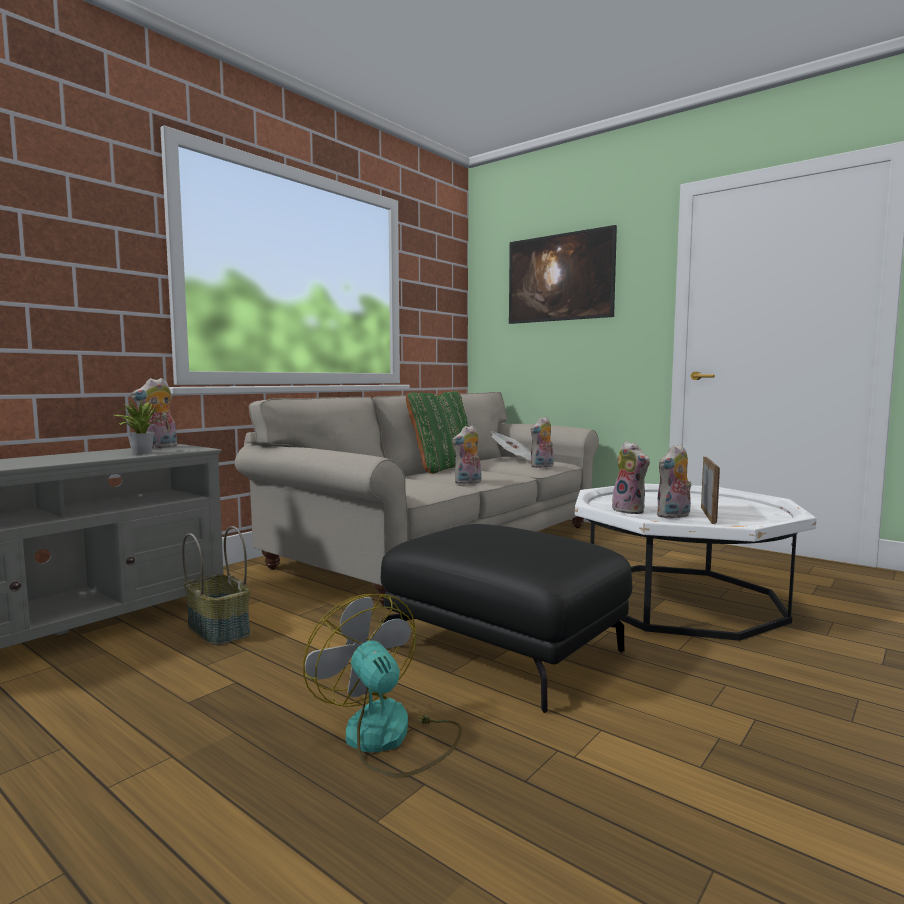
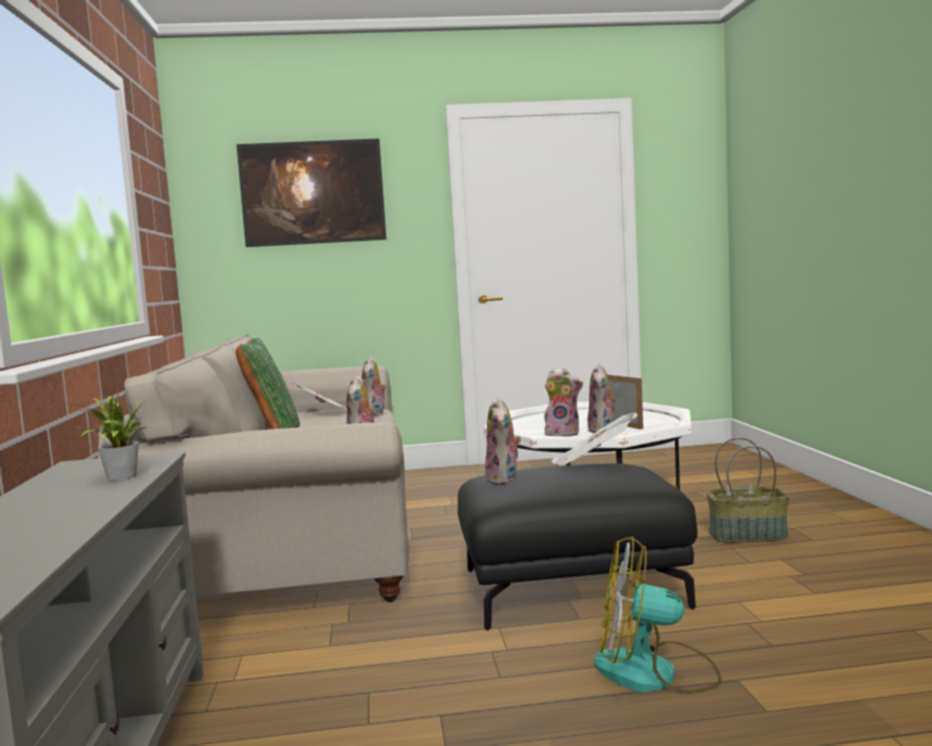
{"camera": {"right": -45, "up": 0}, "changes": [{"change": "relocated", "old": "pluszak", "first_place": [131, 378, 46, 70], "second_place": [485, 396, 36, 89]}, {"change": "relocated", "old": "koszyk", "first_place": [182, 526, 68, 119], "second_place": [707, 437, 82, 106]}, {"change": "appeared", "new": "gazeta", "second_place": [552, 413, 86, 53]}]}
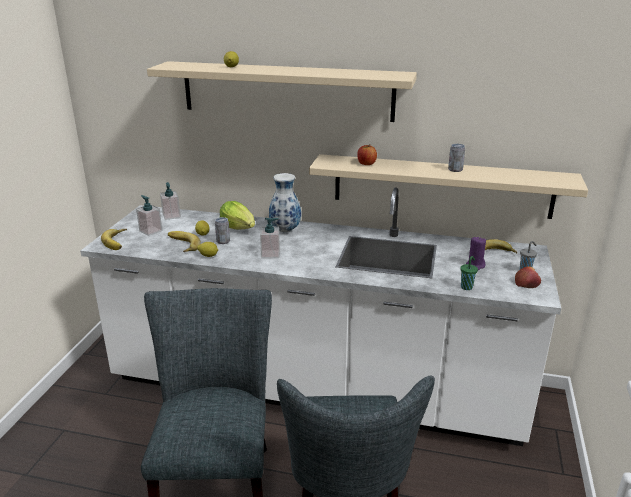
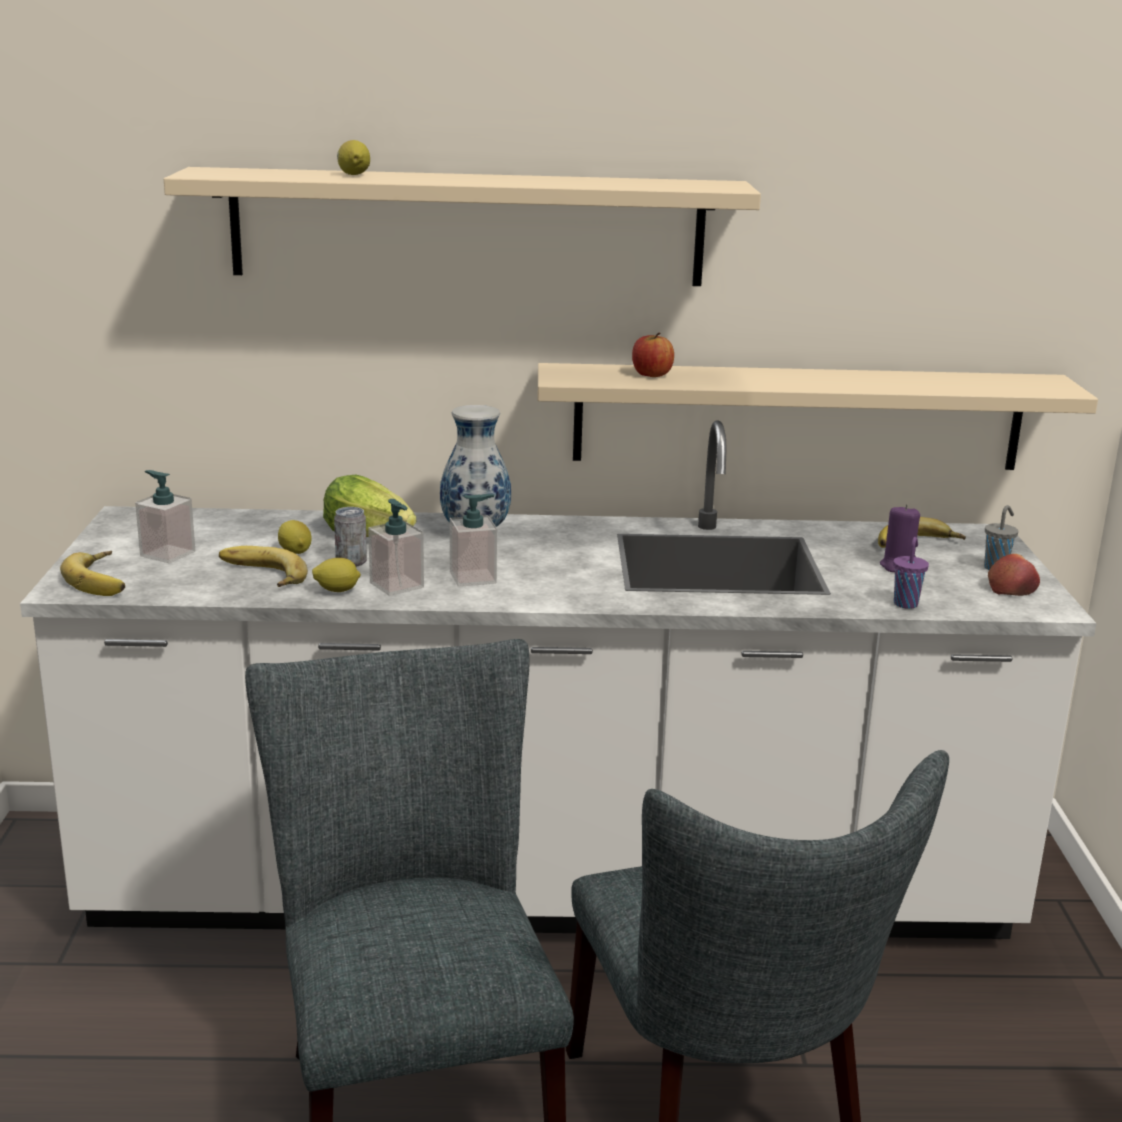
{"camera": {"right": -15, "up": -5}, "changes": [{"change": "relocated", "old": "dozownik mydła", "first_place": [160, 182, 21, 38], "second_place": [368, 499, 56, 97]}, {"change": "missing", "old": "puszka", "first_place": [448, 144, 17, 28]}, {"change": "colour", "old": "filiżanka (zielony)", "new": "filiżanka (fioletowy)", "first_place": [460, 256, 18, 34], "second_place": [893, 537, 36, 72]}]}
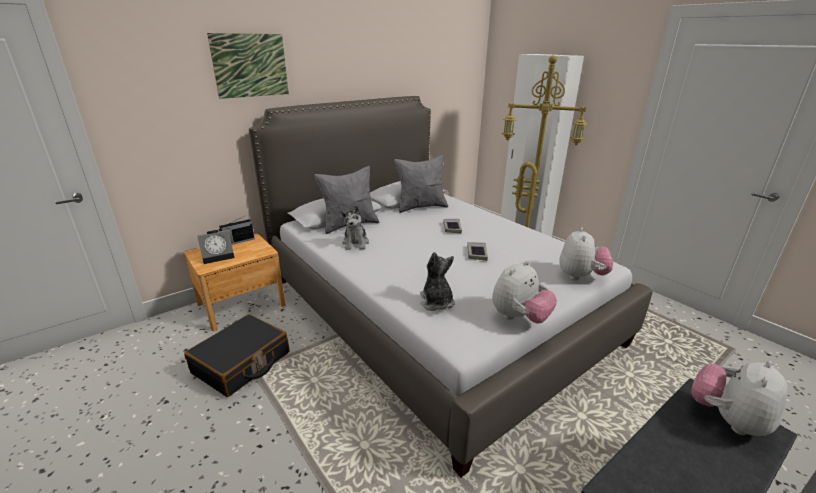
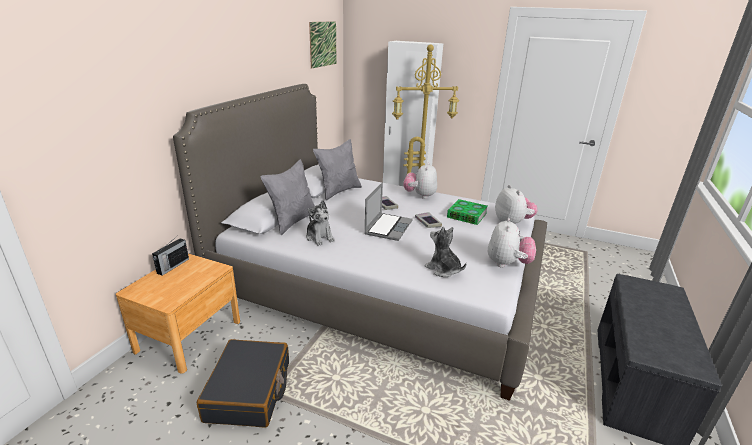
{"camera": {"right": -30, "up": 0}, "changes": [{"change": "missing", "old": "budzik", "first_place": [197, 230, 38, 34]}, {"change": "relocated", "old": "obraz", "first_place": [207, 33, 82, 66], "second_place": [309, 21, 28, 48]}, {"change": "relocated", "old": "pluszak", "first_place": [691, 360, 97, 76], "second_place": [403, 162, 34, 37]}, {"change": "appeared", "new": "laptop", "second_place": [364, 182, 49, 59]}, {"change": "appeared", "new": "książka", "second_place": [447, 199, 41, 26]}]}
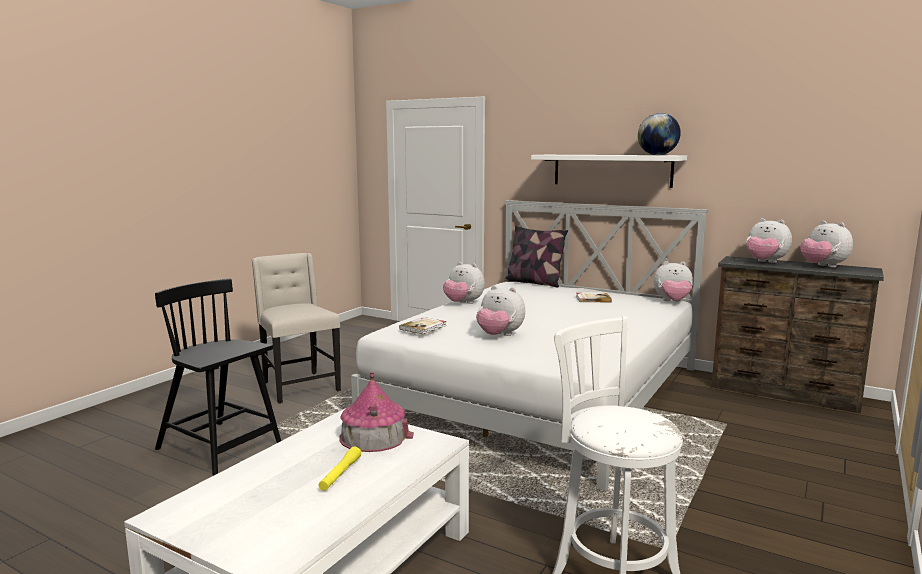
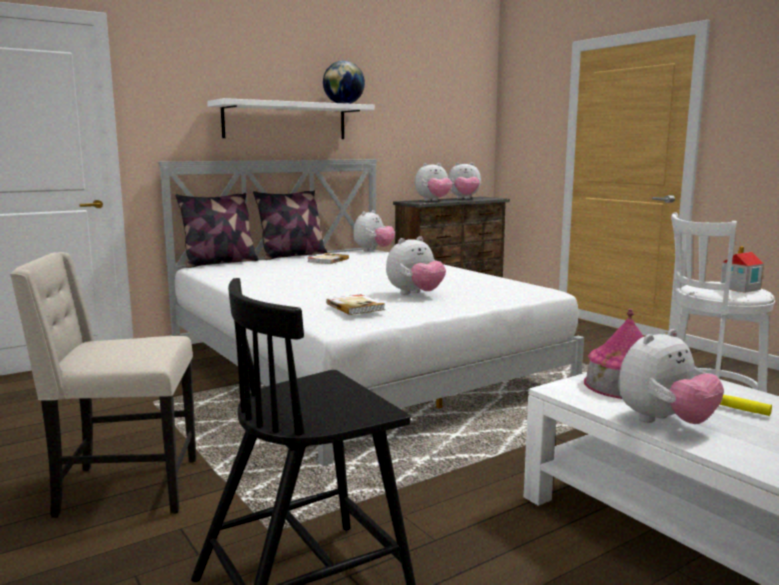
{"camera": {"right": -65, "up": 0}, "changes": [{"change": "relocated", "old": "pluszak", "first_place": [443, 262, 42, 42], "second_place": [618, 329, 106, 95]}, {"change": "appeared", "new": "poduszka", "second_place": [253, 190, 74, 70]}, {"change": "appeared", "new": "domek", "second_place": [720, 246, 44, 47]}]}
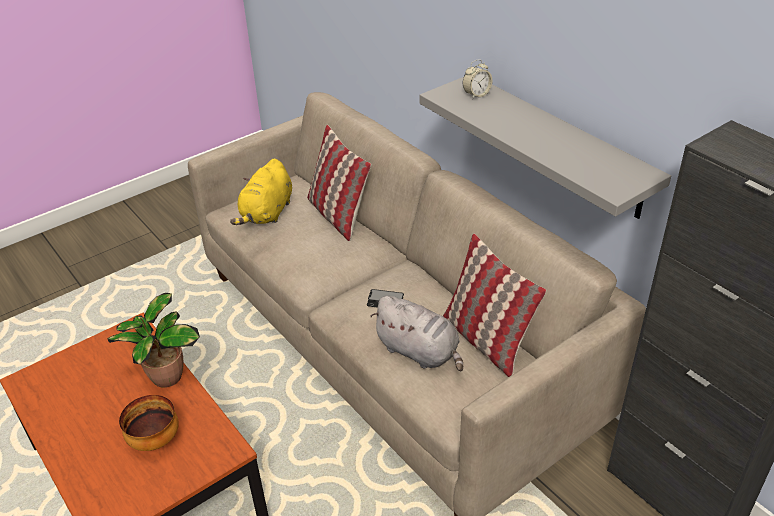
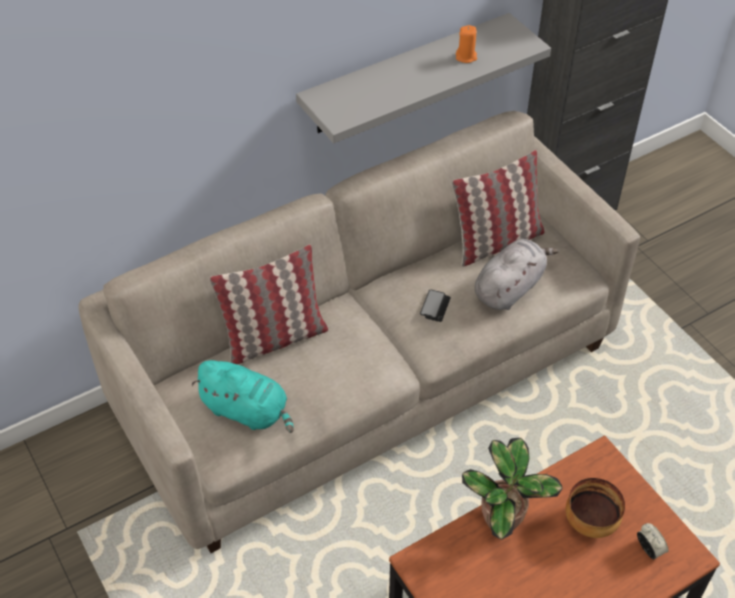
{"camera": {"right": -85, "up": 10}, "changes": [{"change": "colour", "old": "pluszak (żółty)", "new": "pluszak (turkusowy)", "first_place": [230, 159, 62, 66], "second_place": [191, 360, 103, 73]}, {"change": "relocated", "old": "budzik", "first_place": [463, 59, 29, 40], "second_place": [637, 523, 31, 37]}, {"change": "appeared", "new": "świeca (pomarańczowy)", "second_place": [456, 25, 21, 38]}]}
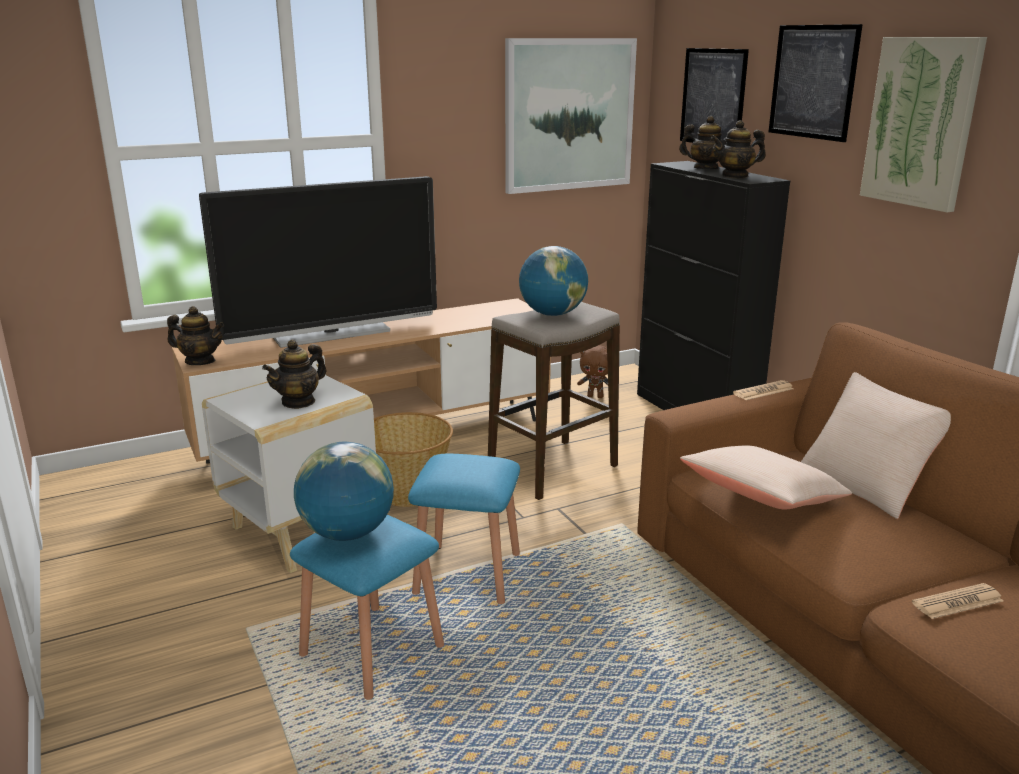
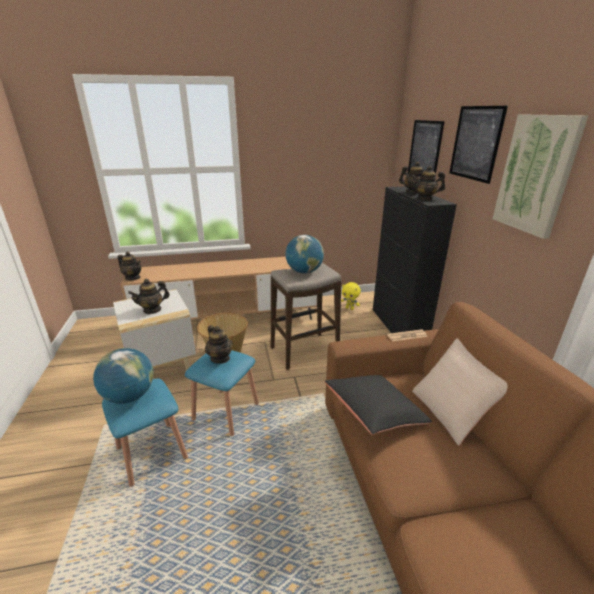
{"camera": {"right": 15, "up": 5}, "changes": [{"change": "missing", "old": "telewizor", "first_place": [199, 176, 238, 172]}, {"change": "missing", "old": "obraz", "first_place": [505, 38, 132, 156]}, {"change": "colour", "old": "pluszak (brązowy)", "new": "pluszak (żółty)", "first_place": [577, 345, 31, 53], "second_place": [341, 282, 20, 28]}, {"change": "colour", "old": "poduszka (beżowy)", "new": "poduszka (czarny)", "first_place": [680, 446, 172, 63], "second_place": [325, 375, 107, 60]}, {"change": "missing", "old": "gazeta", "first_place": [912, 583, 91, 36]}, {"change": "appeared", "new": "imbryk", "second_place": [205, 325, 28, 39]}]}
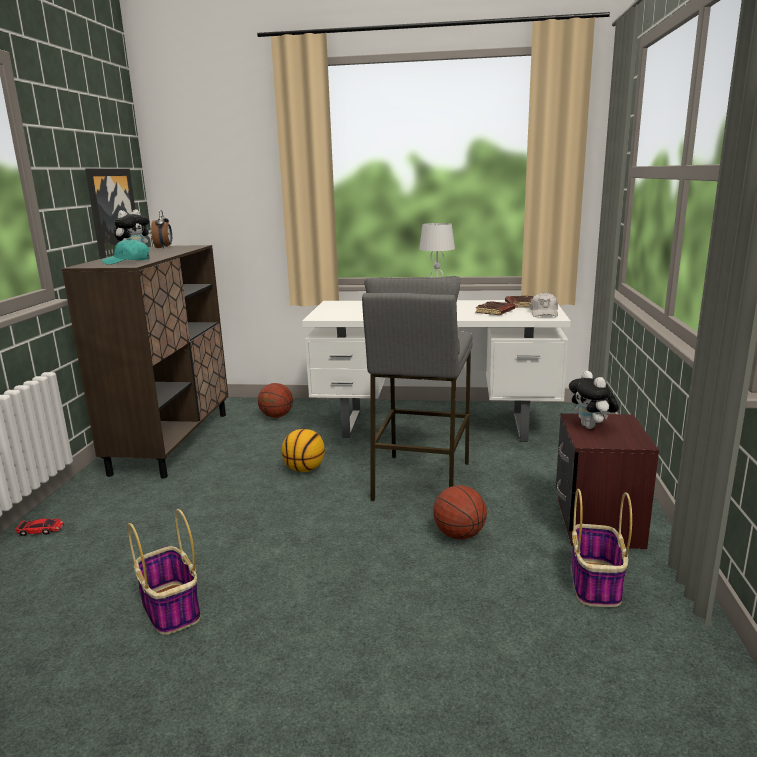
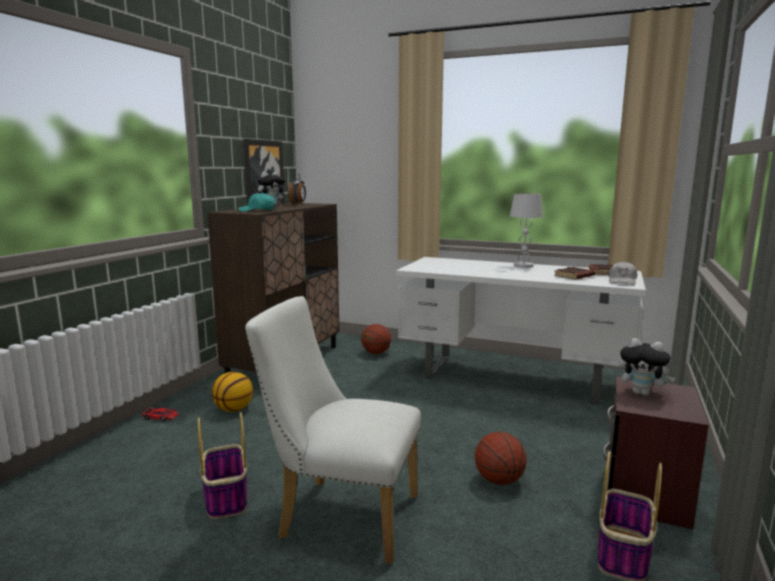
{"camera": {"right": 15, "up": -5}, "changes": [{"change": "relocated", "old": "piłka do koszykówki", "first_place": [282, 429, 43, 43], "second_place": [212, 372, 41, 40]}, {"change": "missing", "old": "stołek (szary)", "first_place": [362, 276, 111, 225]}, {"change": "spun", "old": "pluszak", "first_place": [569, 371, 50, 58], "second_place": [619, 338, 57, 58], "degrees": -60}, {"change": "appeared", "new": "krzesło (biały)", "second_place": [245, 296, 176, 268]}]}
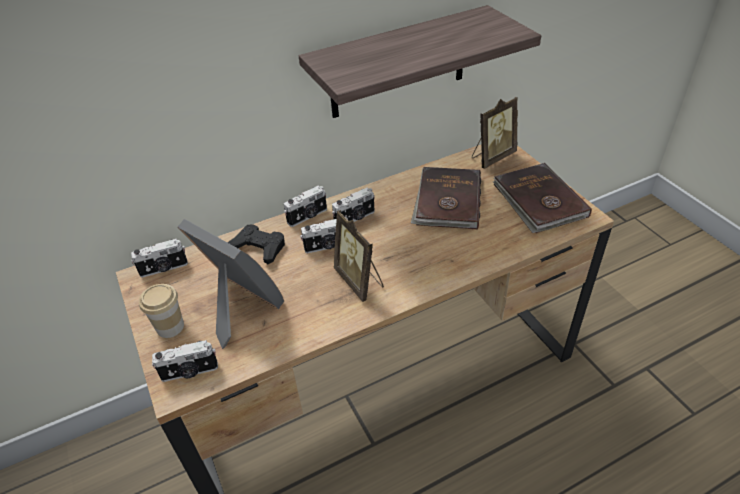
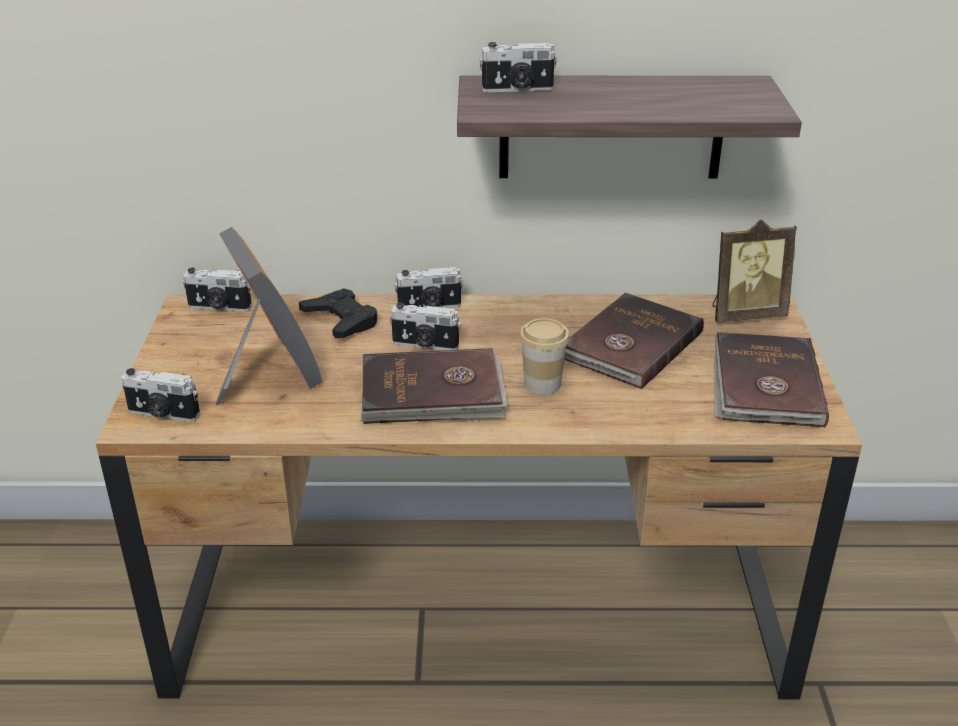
{"camera": {"right": 25, "up": -10}, "changes": [{"change": "relocated", "old": "filiżanka", "first_place": [139, 284, 45, 54], "second_place": [519, 318, 51, 77]}, {"change": "relocated", "old": "aparat fotograficzny", "first_place": [332, 187, 43, 35], "second_place": [479, 42, 78, 50]}, {"change": "exchanged", "old": "ramka na zdjęcie", "new": "książka (brązowy)", "first_place": [333, 210, 51, 92], "second_place": [361, 348, 146, 76]}]}
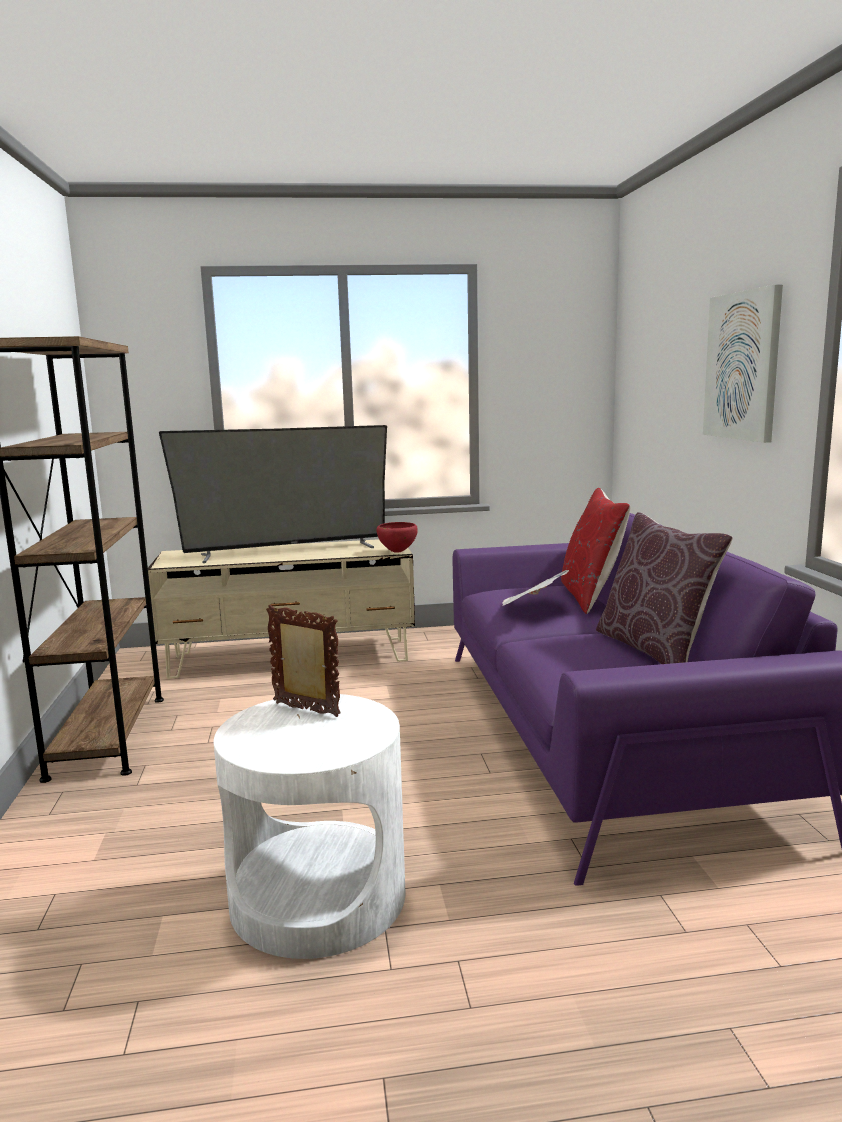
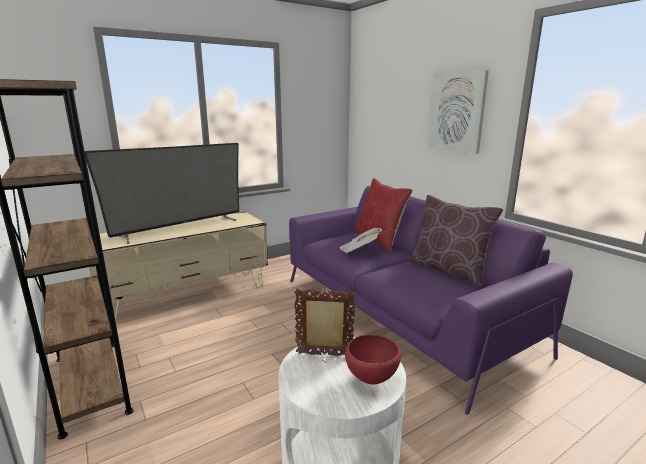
{"camera": {"right": -25, "up": 5}, "changes": [{"change": "relocated", "old": "miska (czerwony)", "first_place": [376, 522, 42, 31], "second_place": [345, 335, 56, 49]}]}
